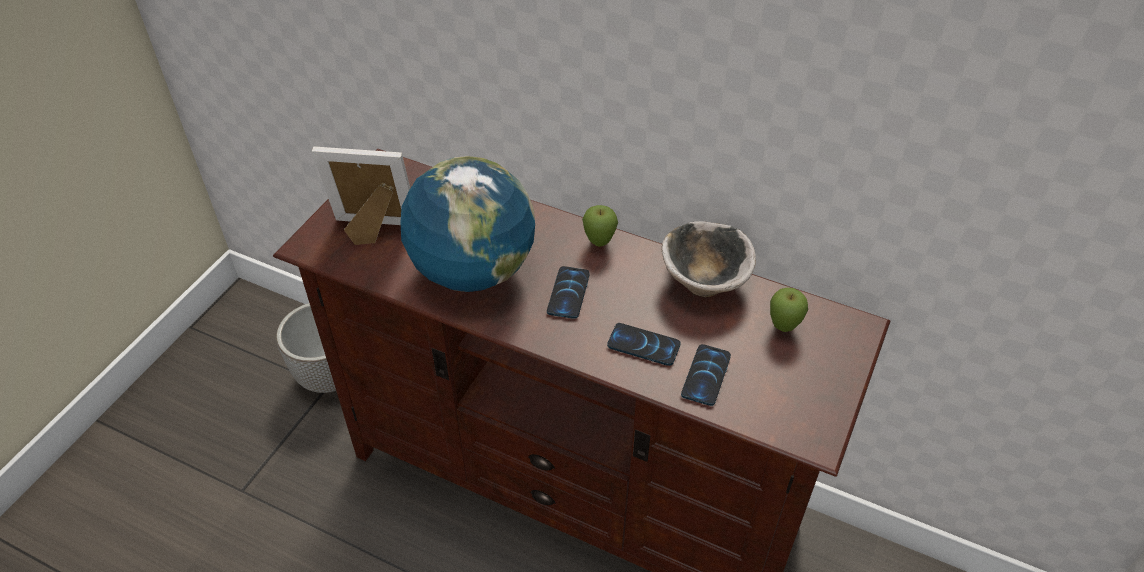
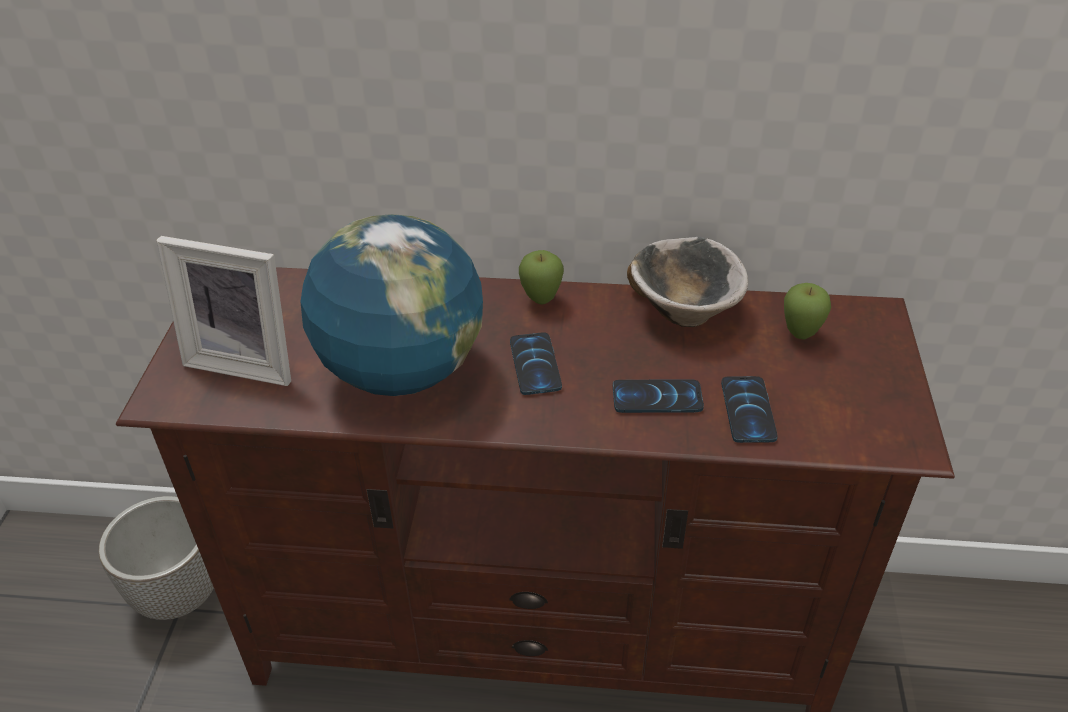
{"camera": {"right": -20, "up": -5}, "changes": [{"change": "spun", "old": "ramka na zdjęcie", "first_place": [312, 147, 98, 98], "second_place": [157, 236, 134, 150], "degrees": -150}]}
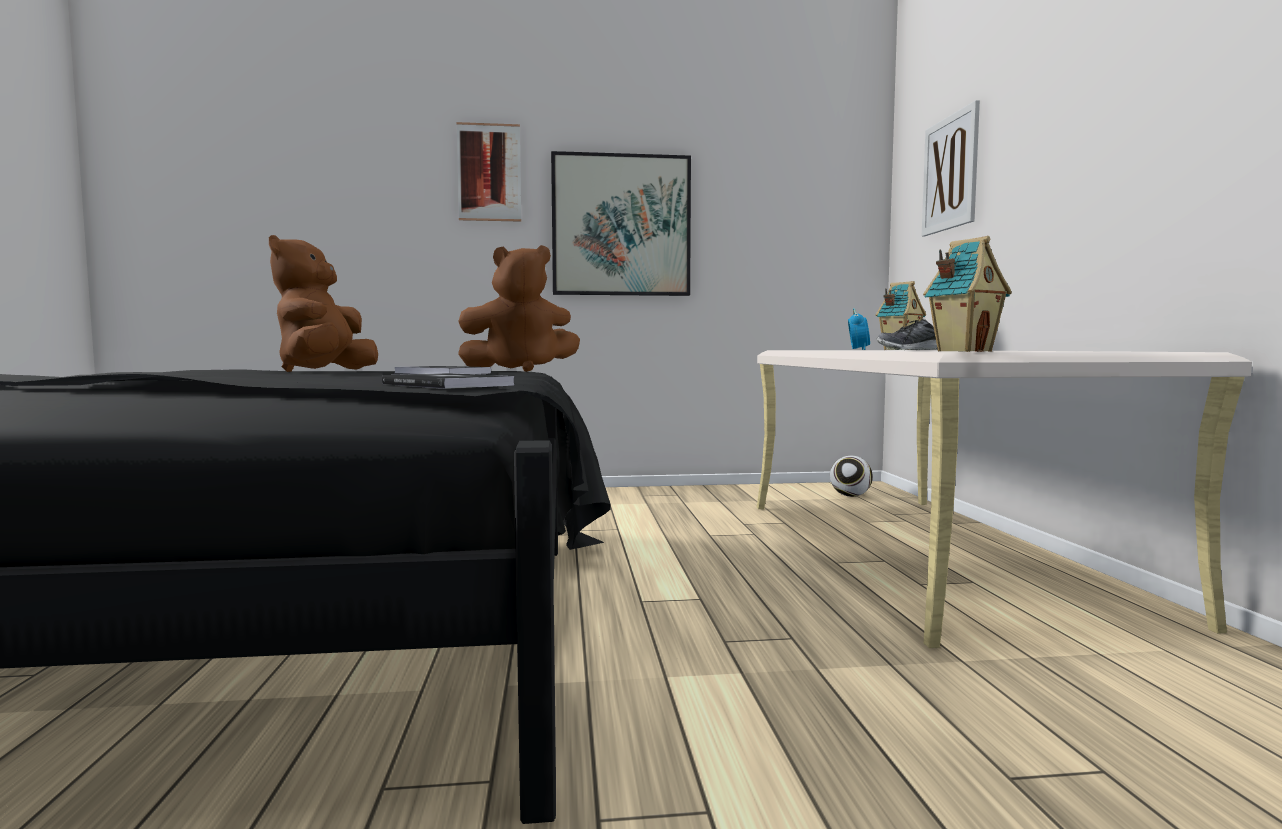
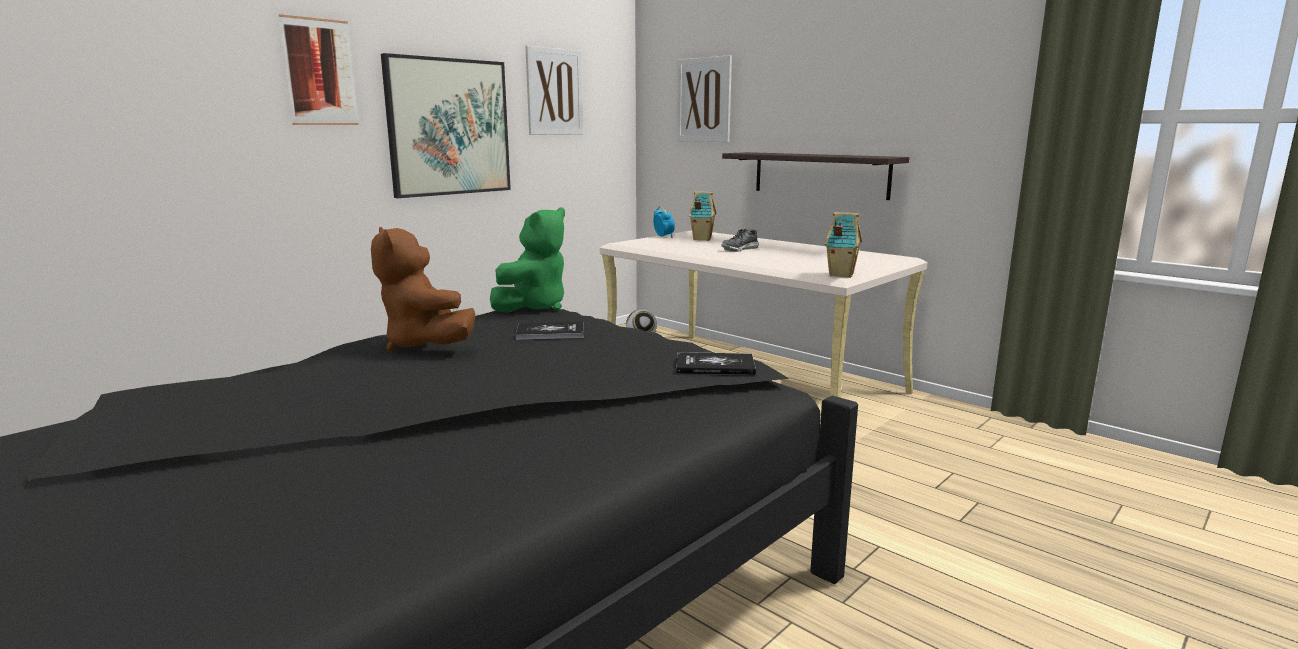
{"camera": {"right": -40, "up": 10}, "changes": [{"change": "colour", "old": "pluszak (brązowy)", "new": "pluszak (zielony)", "first_place": [458, 245, 122, 126], "second_place": [490, 207, 75, 106]}, {"change": "appeared", "new": "obraz", "second_place": [525, 46, 58, 89]}, {"change": "appeared", "new": "półka", "second_place": [722, 152, 187, 48]}]}
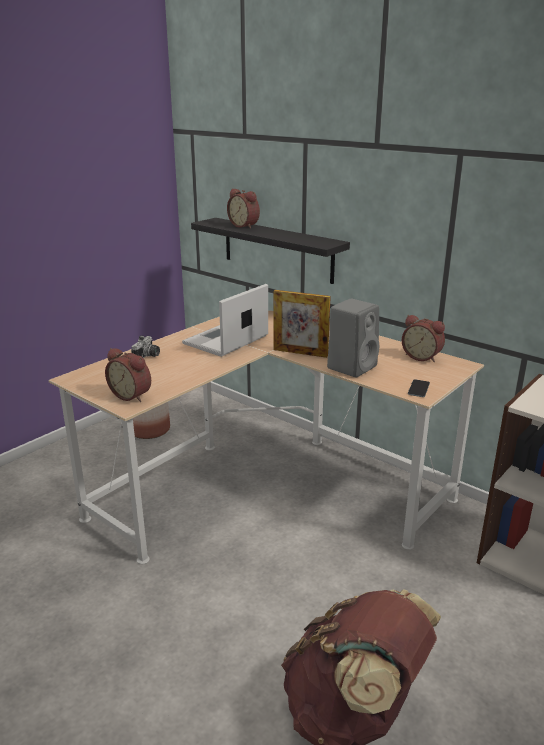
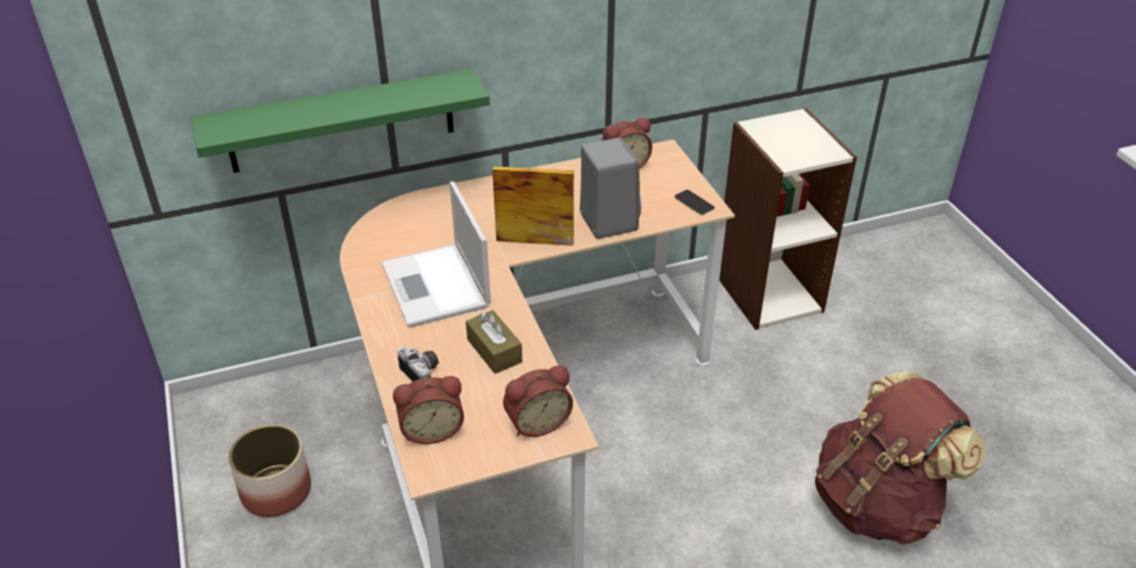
{"camera": {"right": -60, "up": 15}, "changes": [{"change": "colour", "old": "półka (czarny)", "new": "półka (zielony)", "first_place": [191, 218, 159, 66], "second_place": [191, 69, 299, 104]}, {"change": "relocated", "old": "budzik", "first_place": [227, 188, 33, 41], "second_place": [393, 376, 71, 68]}, {"change": "spun", "old": "ramka na zdjęcie", "first_place": [273, 290, 58, 68], "second_place": [492, 166, 82, 80], "degrees": -135}, {"change": "appeared", "new": "pudełko chusteczek (brązowy)", "second_place": [466, 310, 56, 64]}]}
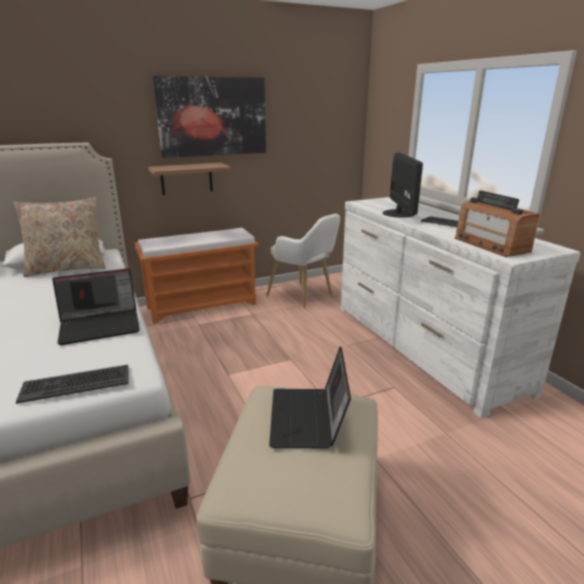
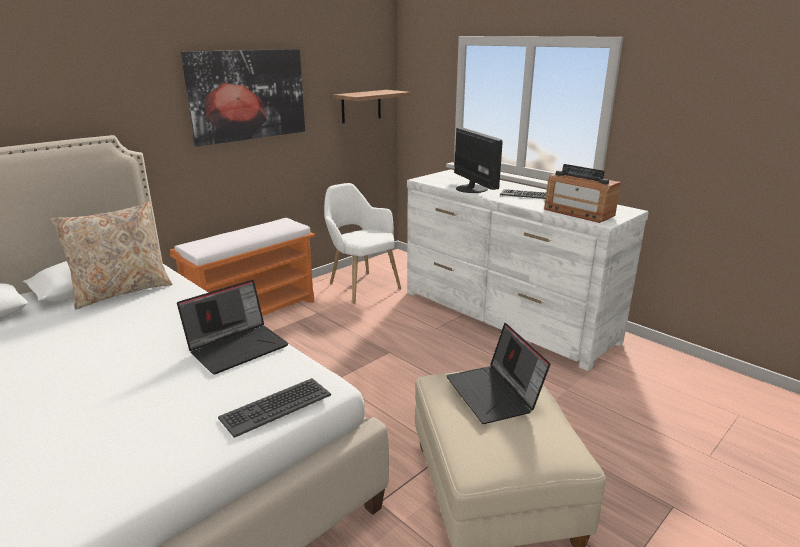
{"camera": {"right": -20, "up": 0}, "changes": [{"change": "relocated", "old": "półka", "first_place": [148, 163, 83, 32], "second_place": [333, 90, 78, 33]}, {"change": "spun", "old": "fotel (biały)", "first_place": [267, 214, 73, 94], "second_place": [324, 183, 77, 121], "degrees": -150}]}
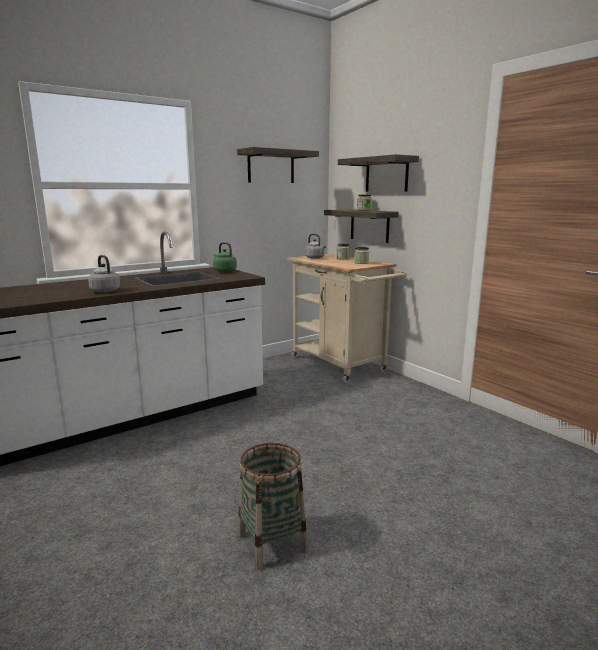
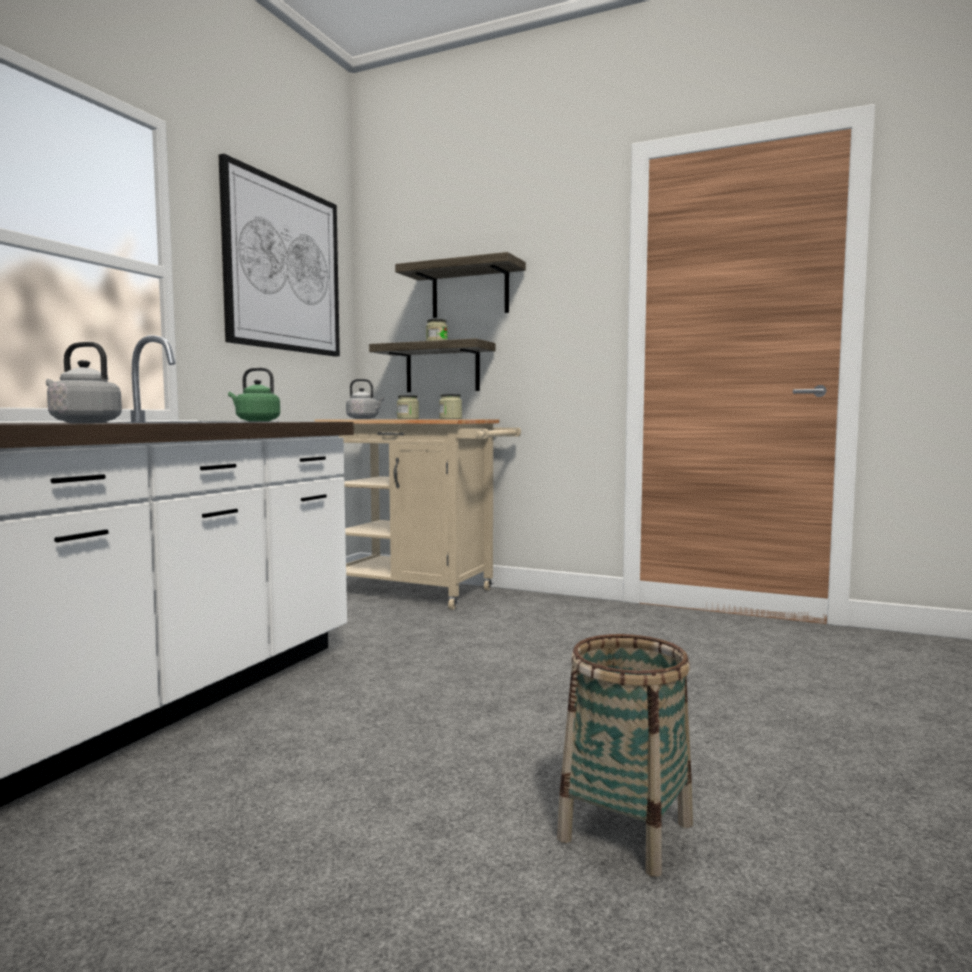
{"camera": {"right": -30, "up": -10}, "changes": [{"change": "exchanged", "old": "półka", "new": "obraz", "first_place": [237, 147, 82, 36], "second_place": [219, 154, 121, 202]}]}
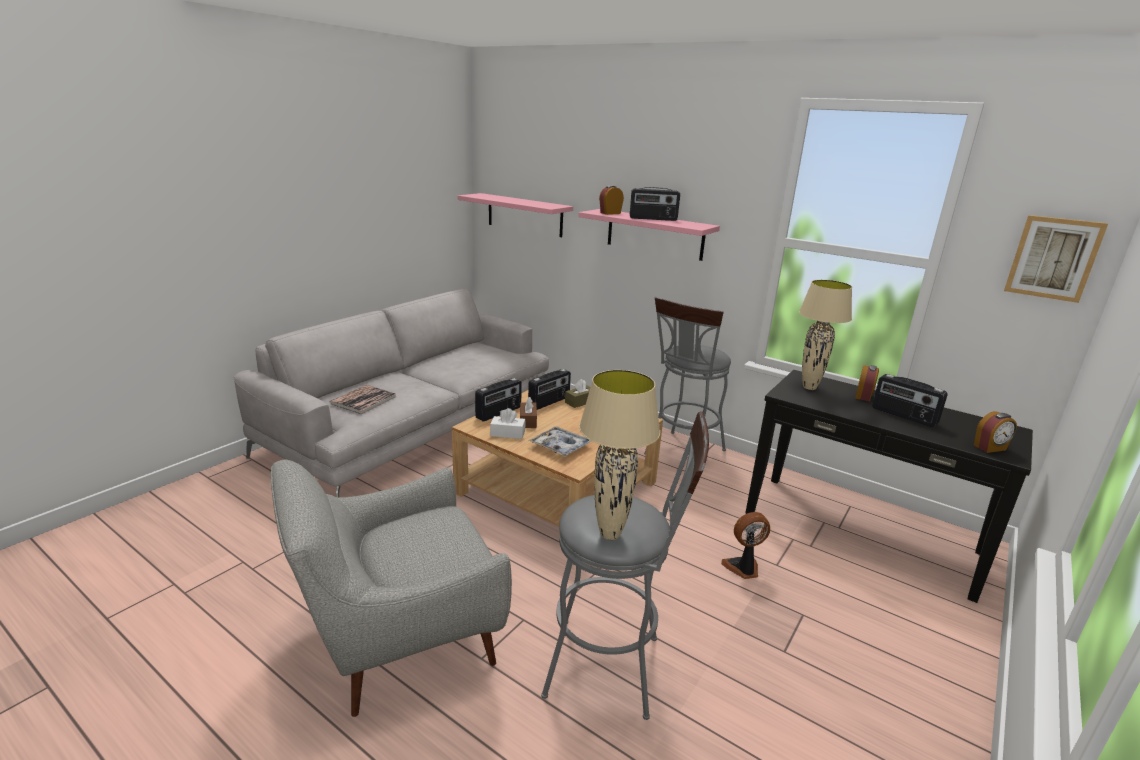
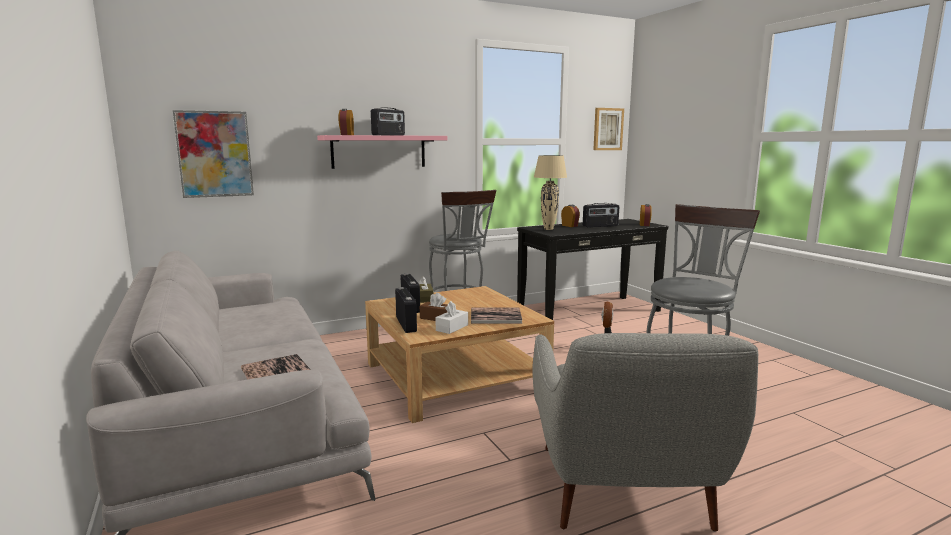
{"camera": {"right": -60, "up": -10}, "changes": [{"change": "exchanged", "old": "półka (różowy)", "new": "obraz", "first_place": [457, 193, 116, 44], "second_place": [173, 110, 81, 88]}, {"change": "exchanged", "old": "taca", "new": "książka", "first_place": [528, 427, 63, 30], "second_place": [471, 307, 51, 17]}, {"change": "missing", "old": "lampa stołowa (beżowy)", "first_place": [579, 370, 81, 170]}]}
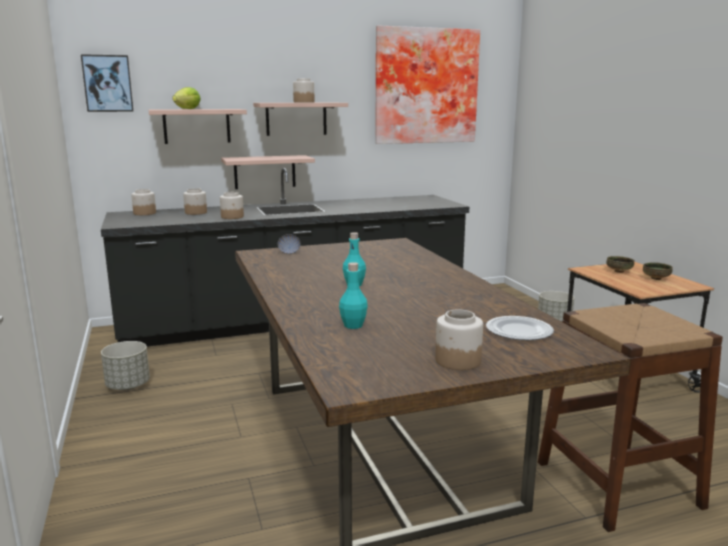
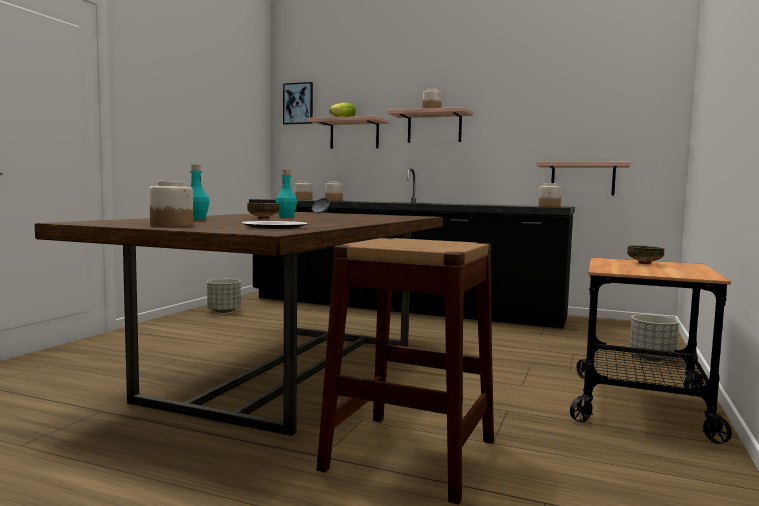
{"camera": {"right": 40, "up": -10}, "changes": [{"change": "relocated", "old": "słoik", "first_place": [220, 192, 24, 27], "second_place": [539, 183, 23, 24]}, {"change": "relocated", "old": "półka", "first_place": [221, 155, 94, 34], "second_place": [537, 162, 94, 34]}, {"change": "missing", "old": "obraz", "first_place": [375, 26, 105, 118]}, {"change": "relocated", "old": "miska", "first_place": [643, 262, 30, 18], "second_place": [247, 203, 33, 16]}]}
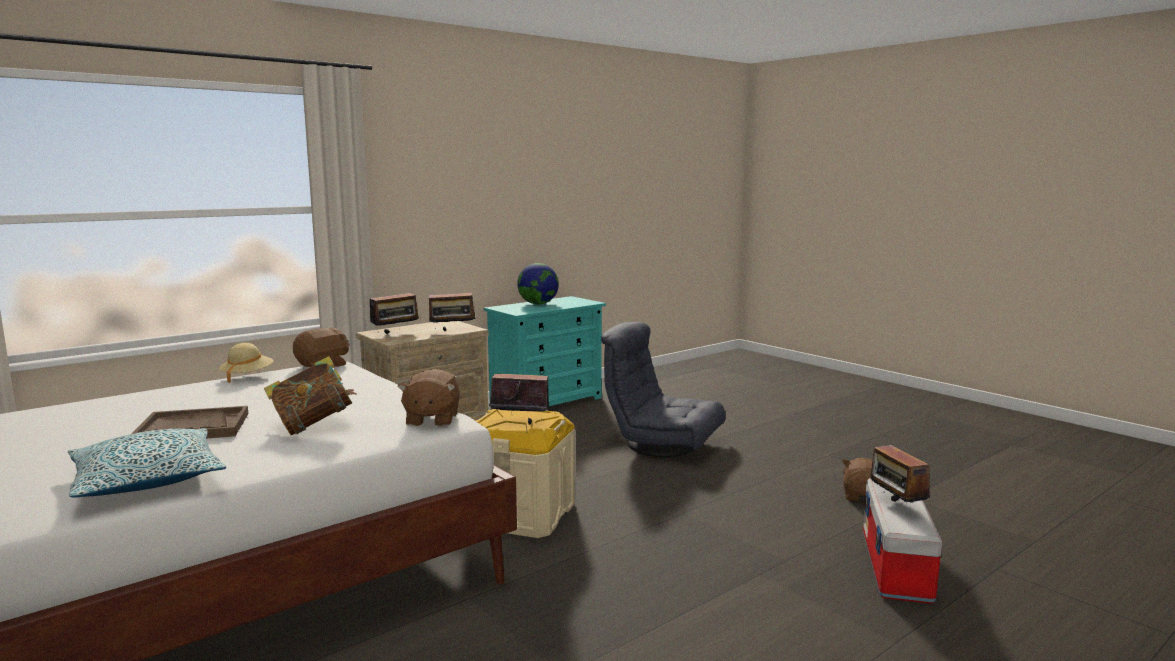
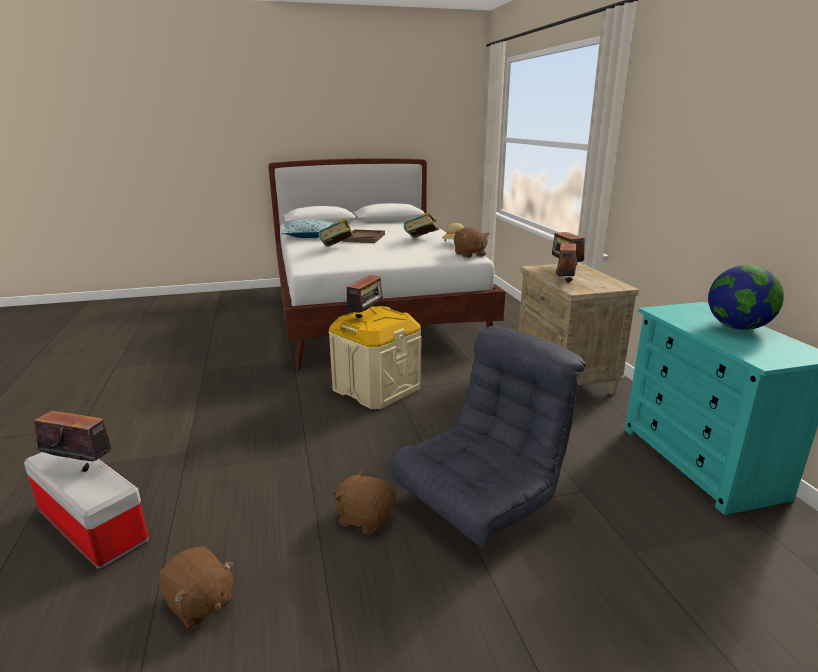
{"camera": {"right": 115, "up": 10}, "changes": [{"change": "relocated", "old": "pluszak (brązowy)", "first_place": [398, 369, 62, 58], "second_place": [334, 470, 62, 65]}, {"change": "appeared", "new": "książka", "second_place": [404, 212, 35, 26]}]}
